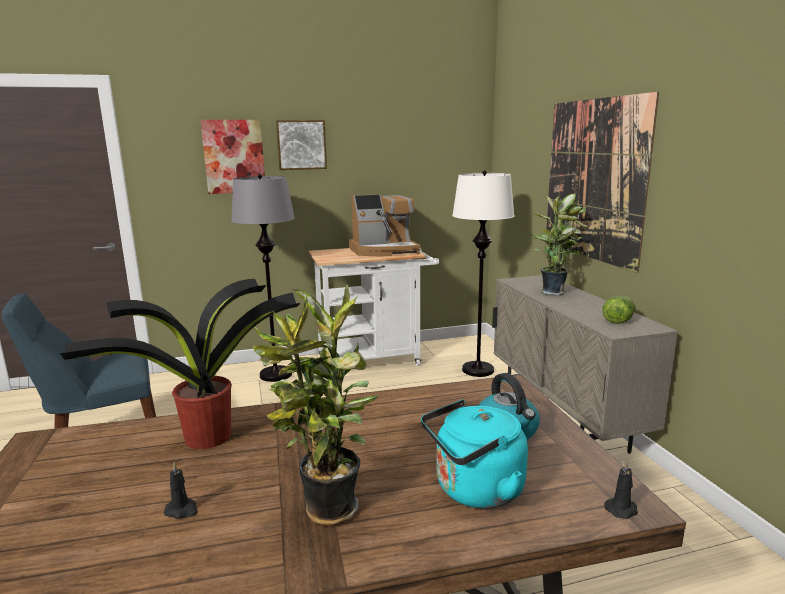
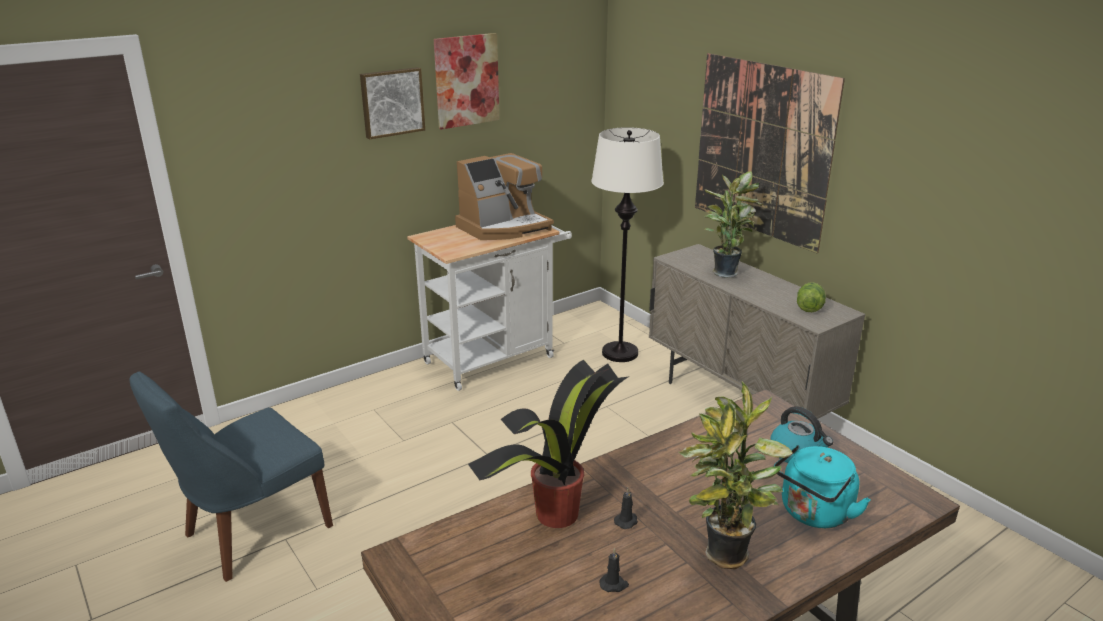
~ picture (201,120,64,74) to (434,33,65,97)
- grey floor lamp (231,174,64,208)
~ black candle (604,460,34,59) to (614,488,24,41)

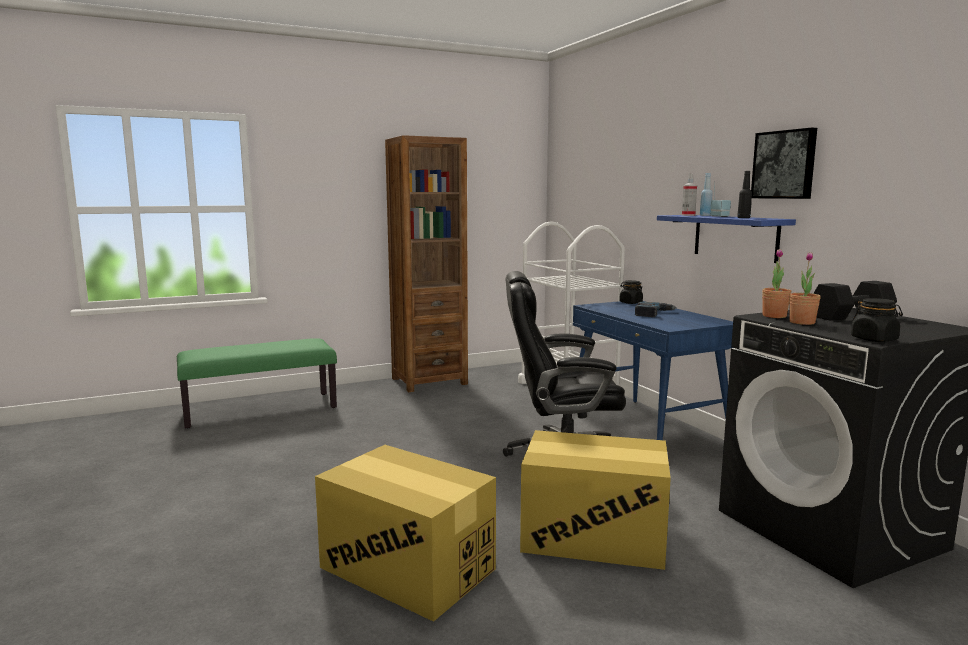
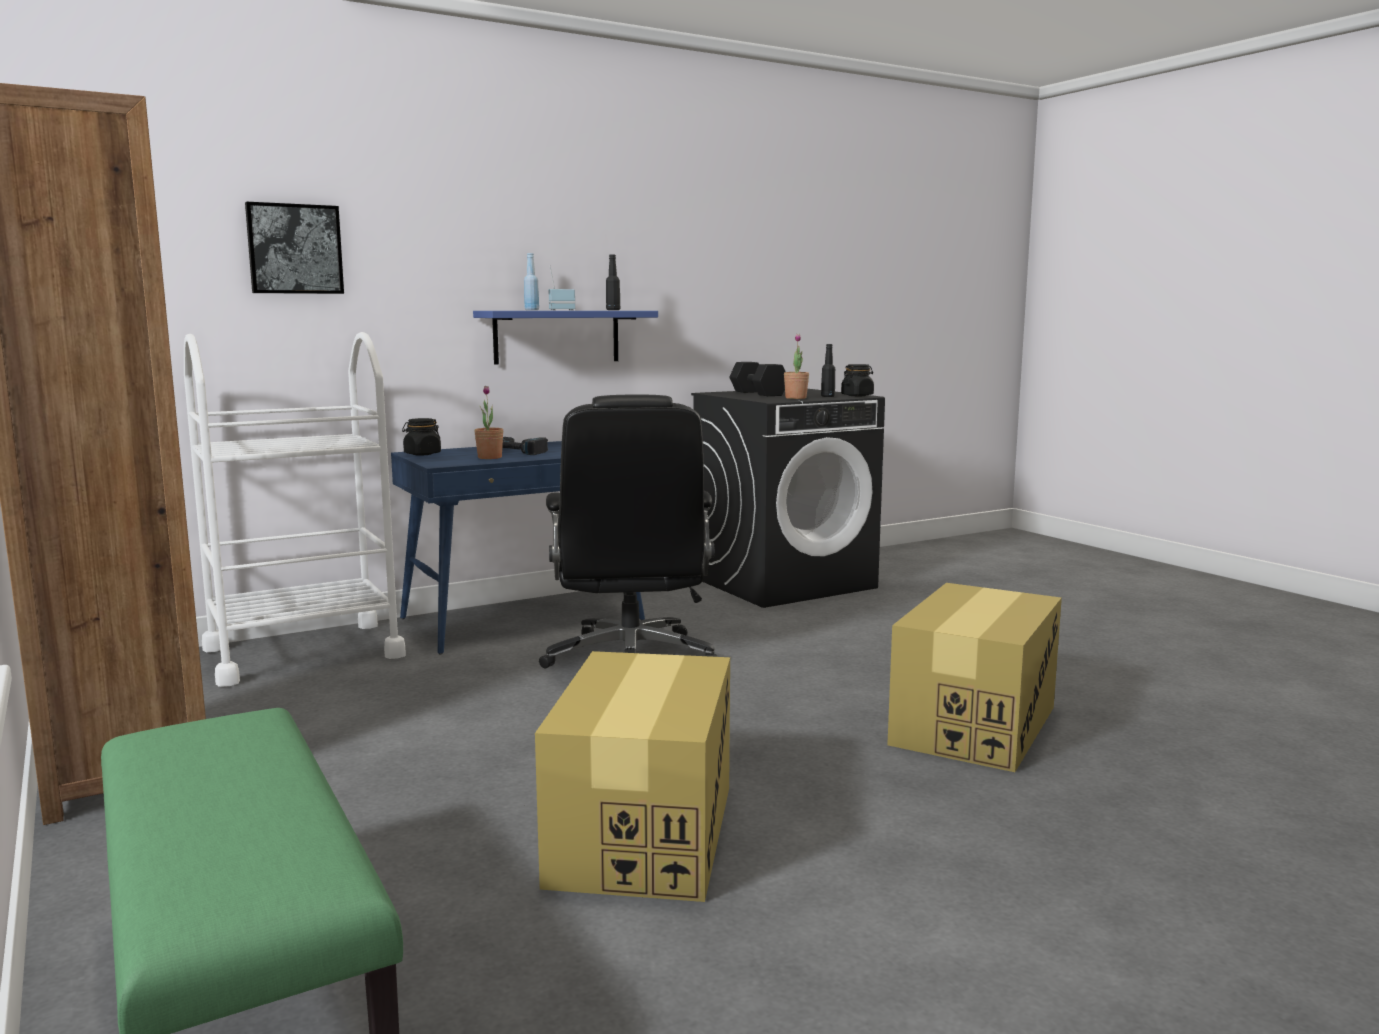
~ cardboard box (520,430,151,140) to (535,651,195,251)
- spray bottle (682,173,15,43)
~ picture (751,127,66,72) to (245,202,99,92)
~ potted plant (762,249,30,69) to (474,386,29,73)
+ black bottle (821,344,14,53)

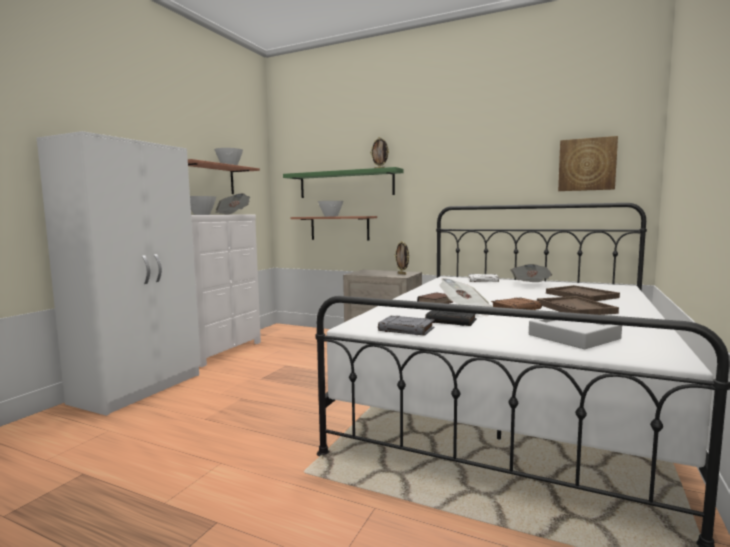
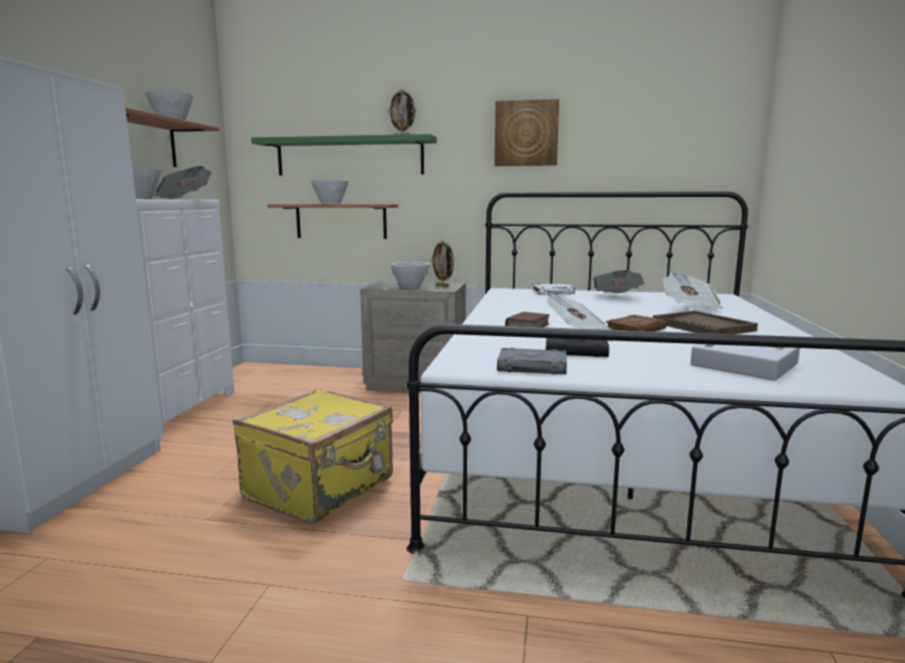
~ brown tray (546,285,74,16) to newspaper (662,272,61,41)
~ picture (558,136,60,55) to (494,99,65,67)
+ yellow suitcase (233,388,160,136)
+ white bowl (390,262,40,27)

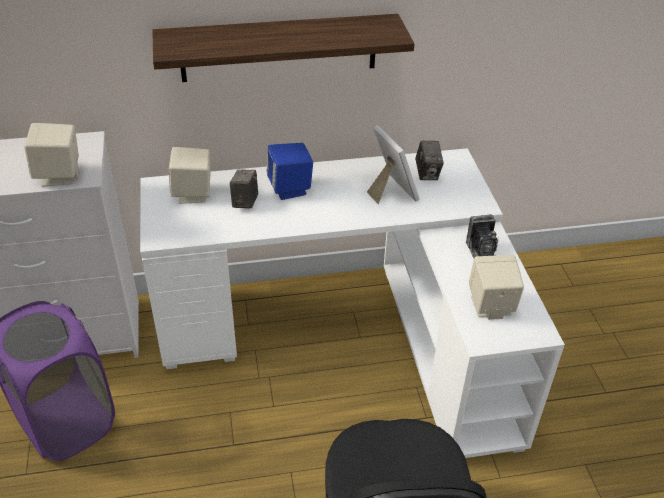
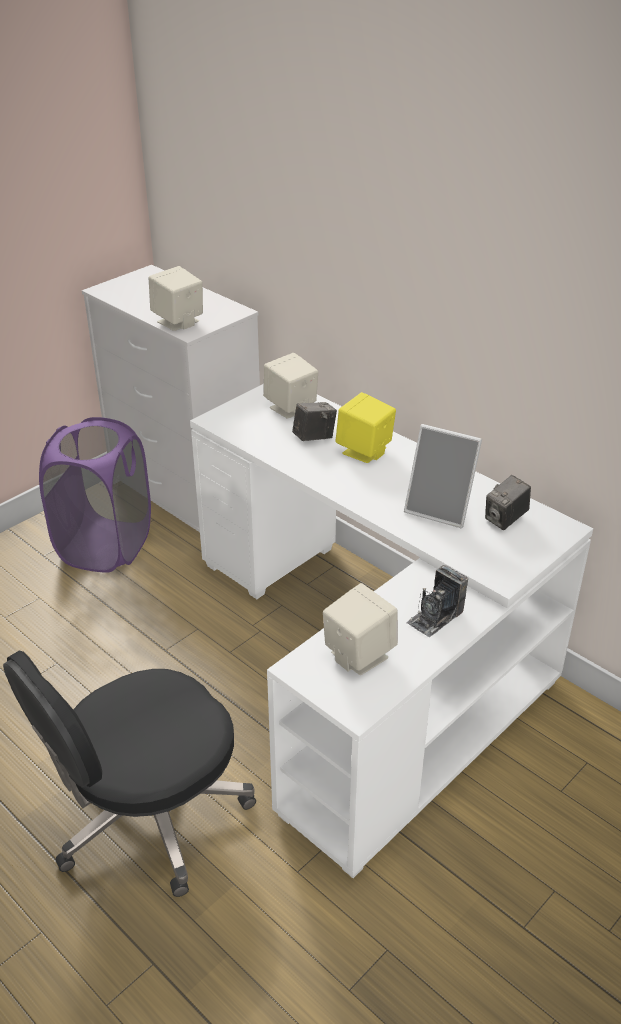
- shelf (152,14,262,68)
~ blue speaker (266,143,47,57) to yellow speaker (336,392,60,71)
~ picture frame (367,125,52,79) = (404,424,78,104) 90 degrees clockwise

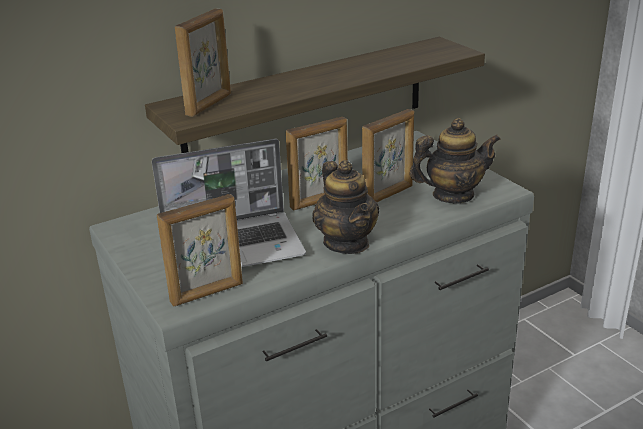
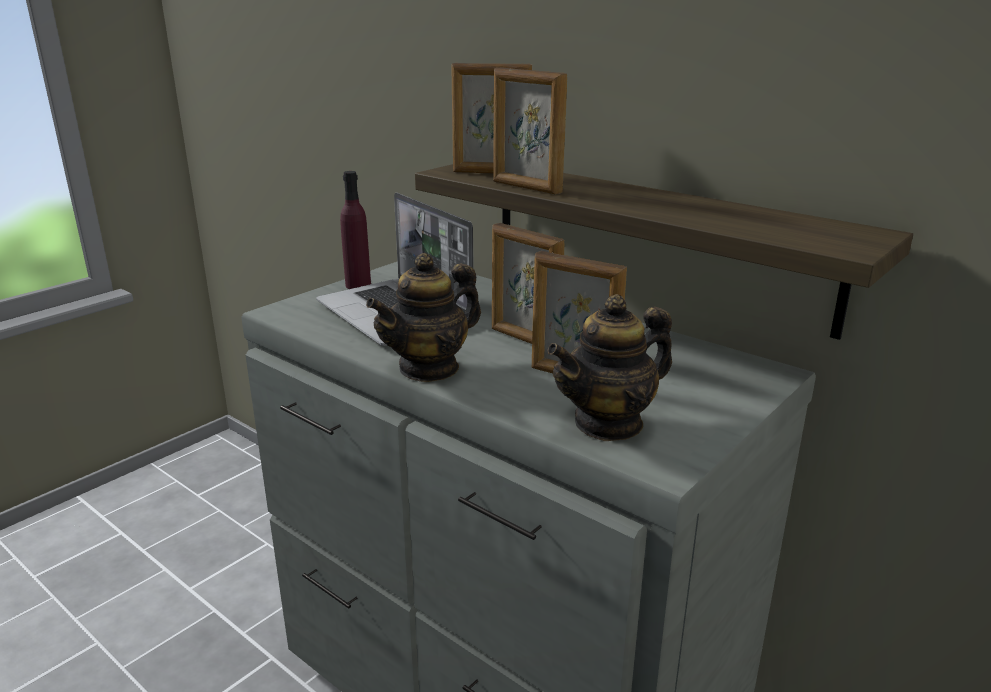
~ picture frame (157,194,86,113) to (493,67,74,127)
~ teapot (409,118,91,86) = (547,294,125,147) 90 degrees clockwise
+ purple bottle (340,171,31,118)

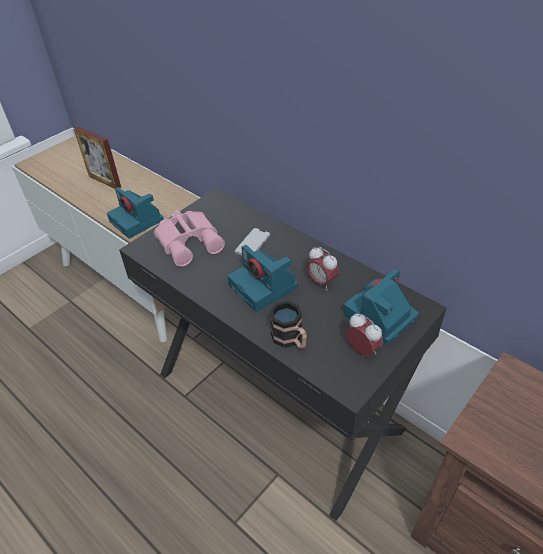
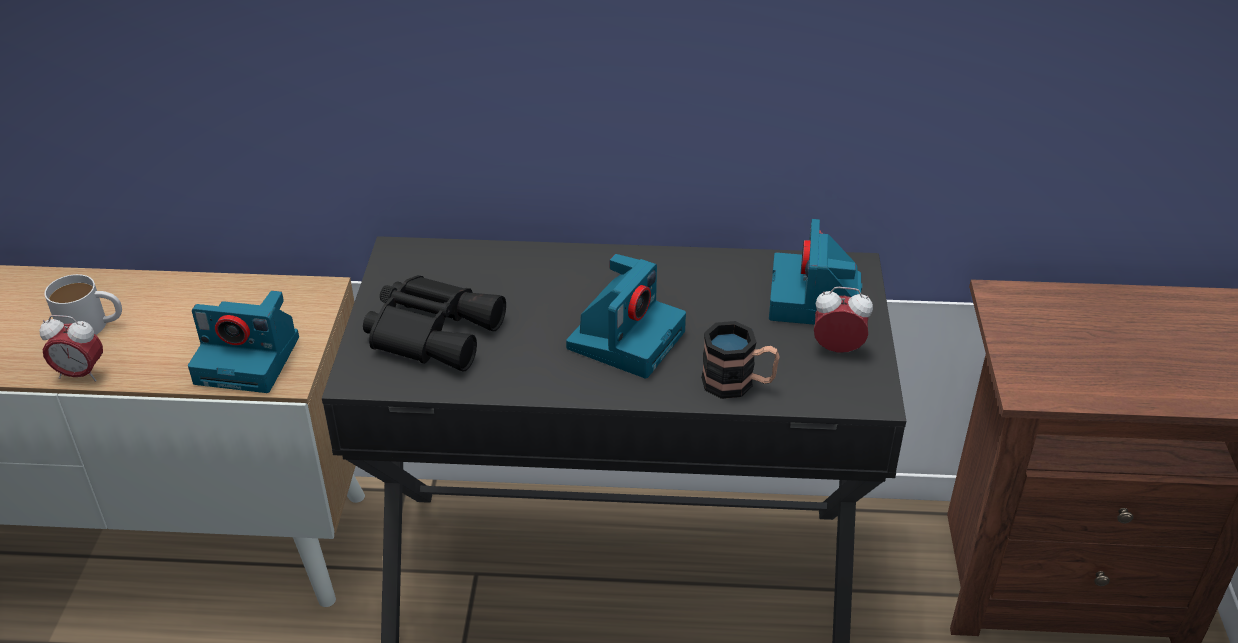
~ picture frame (74,126,47,63) to white mug (44,274,78,61)
~ pink binoculars (154,210,71,57) to black binoculars (363,275,143,96)
~ photo camera (228,245,70,67) = (566,254,120,124) 75 degrees counterclockwise
- phone (234,228,36,27)
~ alarm clock (306,247,33,44) to (39,315,64,66)

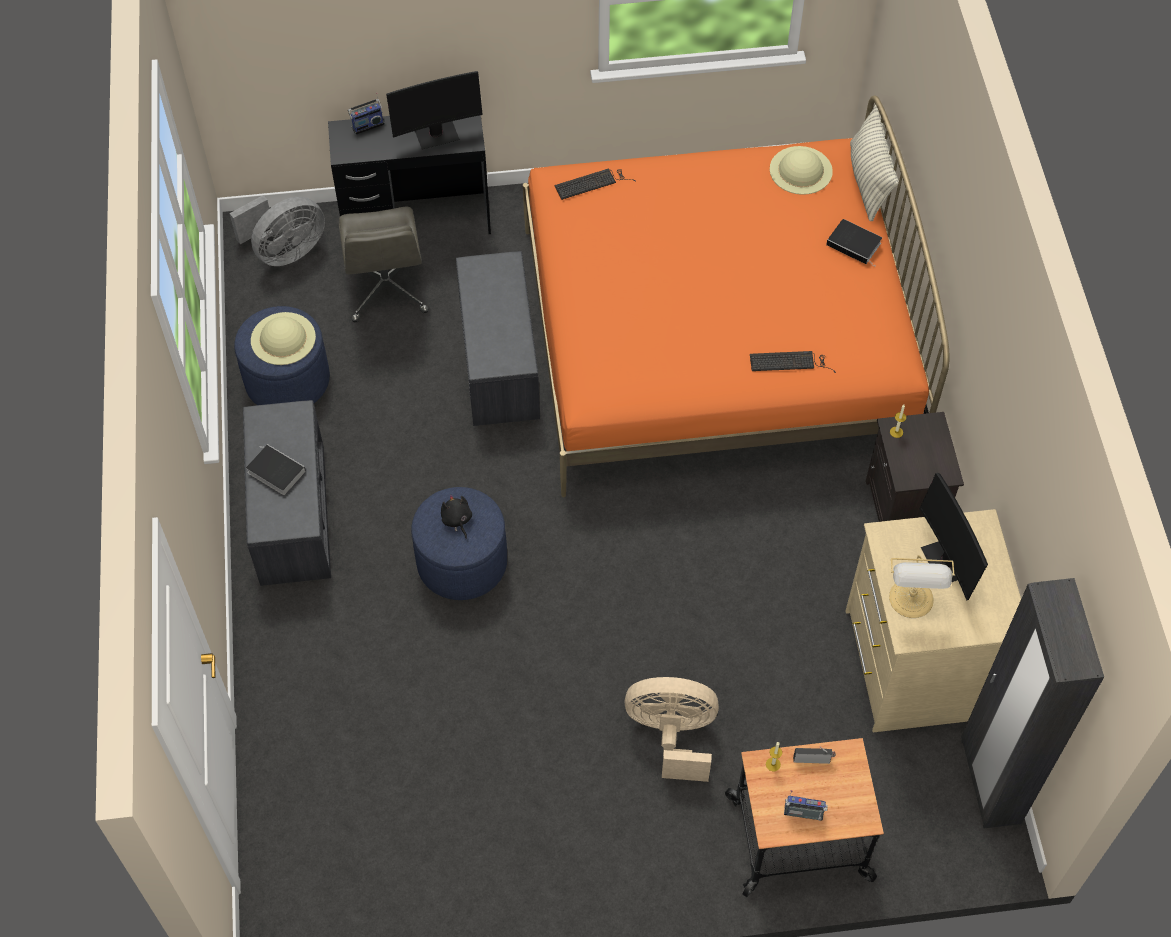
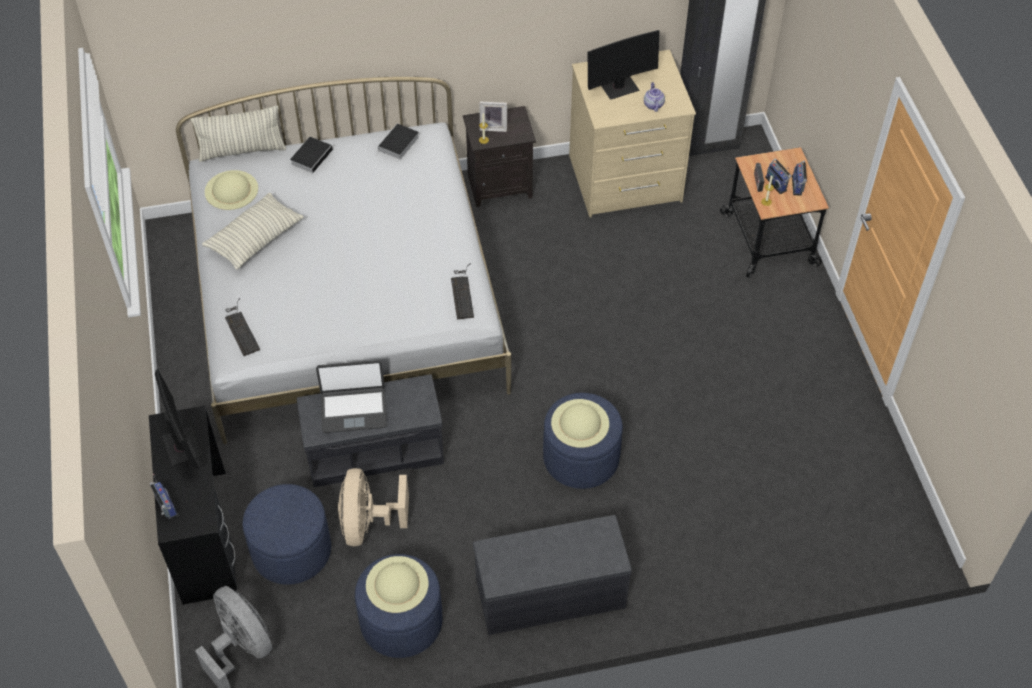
~ book (246,444,60,51) to (376,123,43,37)
~ grey office chair (339,207,90,115) to blue ottoman (243,484,88,101)
~ black plush toy (441,495,31,44) to beige hat (551,399,58,49)
~ orange bed (523,95,426,402) to white bed (176,77,335,368)
~ beige fan (625,677,94,105) to (338,468,71,78)
~ keyboard (750,351,86,22) to (451,263,23,56)
~ table lamp (889,555,66,63) to teapot (644,82,21,30)
+ pillow (202,193,101,77)
+ laptop (316,360,71,73)
+ picture frame (480,102,27,30)
+ radio (765,158,27,36)

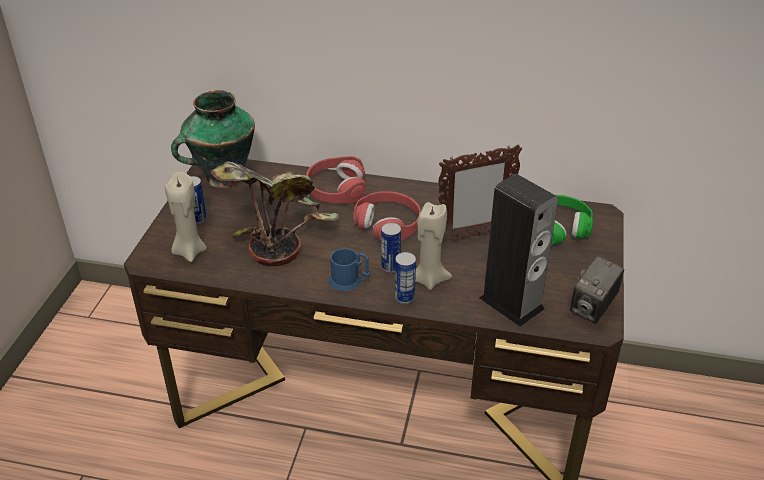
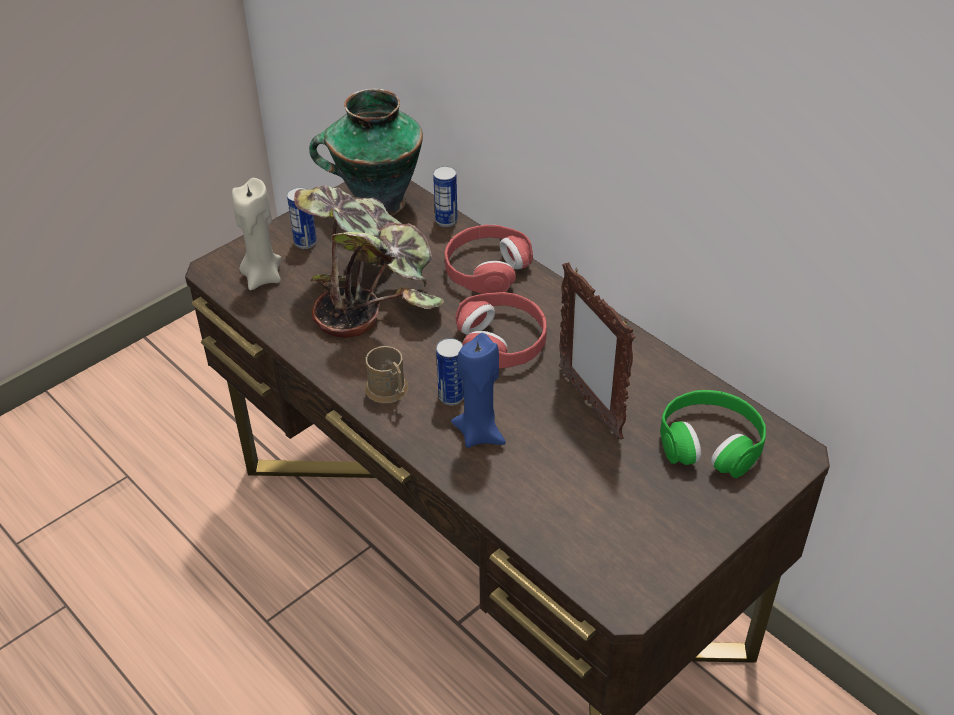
~ blue mug (329,248,41,43) to brown mug (365,346,44,57)
~ can (395,252,21,52) to (433,166,25,61)
~ beige candle (415,202,37,88) to blue candle (451,333,55,115)
~ picture frame (438,144,84,100) = (559,262,77,177) 45 degrees clockwise
- speaker (480,174,78,153)
- photo camera (570,255,54,69)

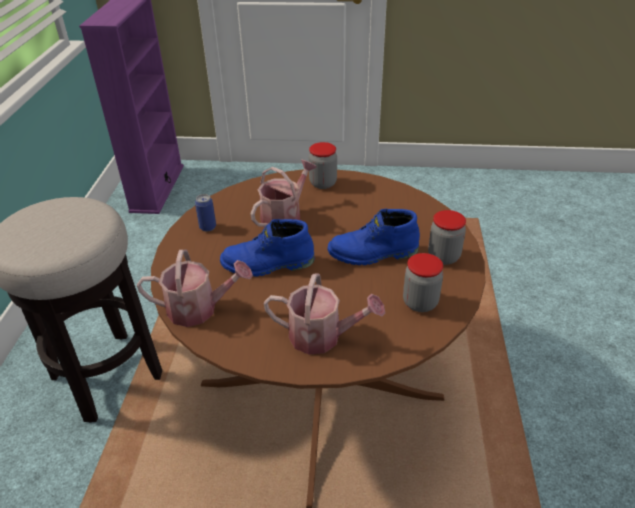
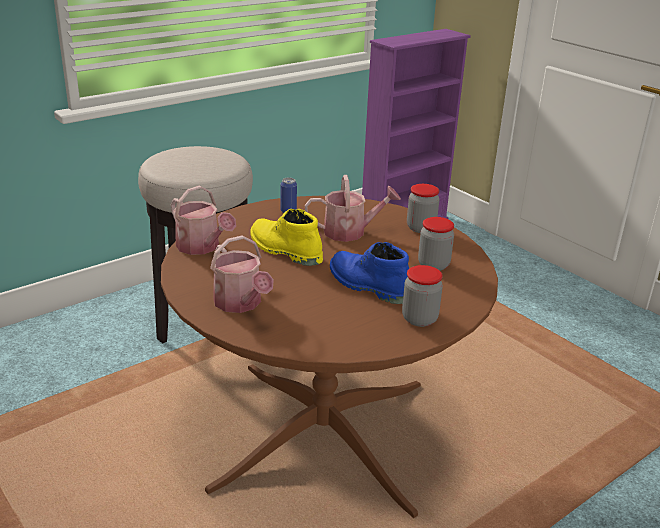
~ blue boot (220,219,94,58) to yellow boot (250,209,73,57)
~ jar (403,253,40,59) to (418,217,36,54)

